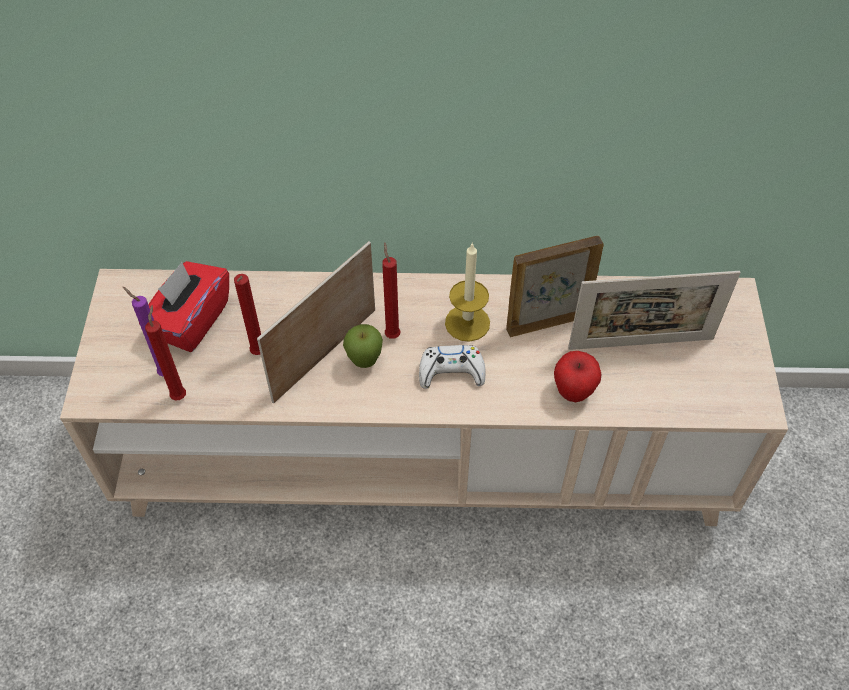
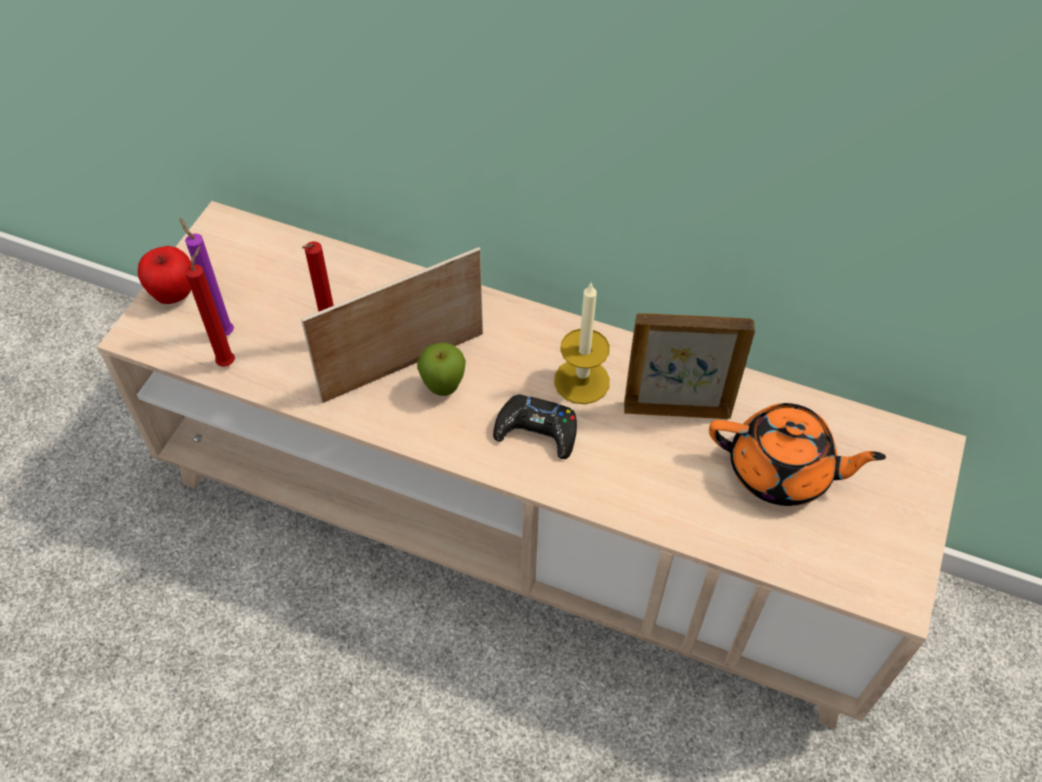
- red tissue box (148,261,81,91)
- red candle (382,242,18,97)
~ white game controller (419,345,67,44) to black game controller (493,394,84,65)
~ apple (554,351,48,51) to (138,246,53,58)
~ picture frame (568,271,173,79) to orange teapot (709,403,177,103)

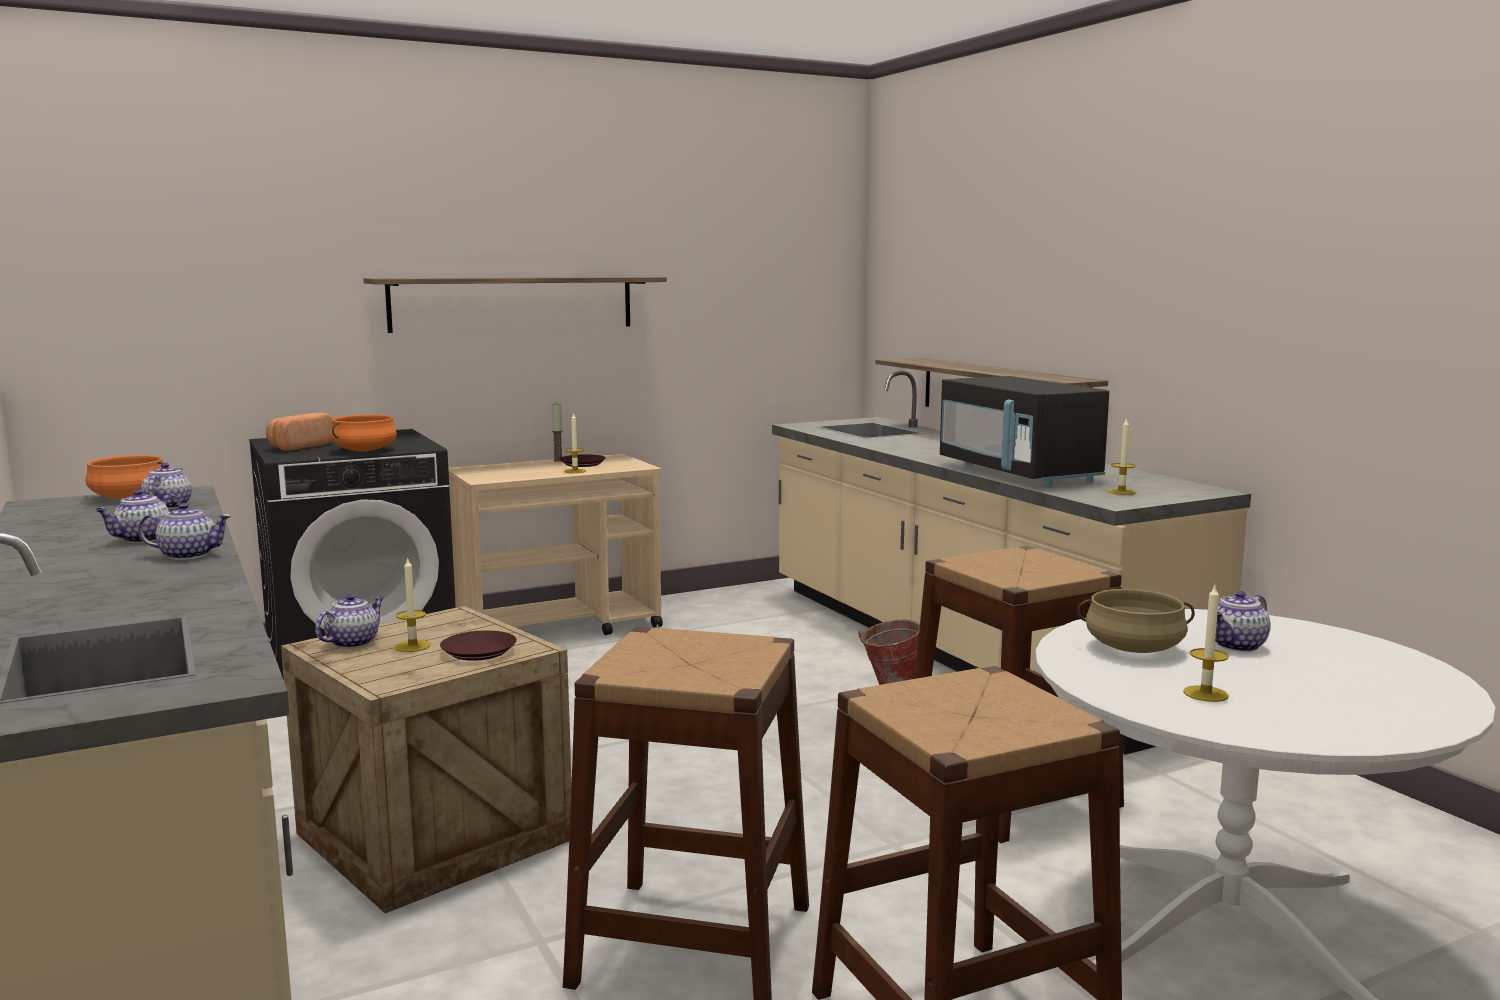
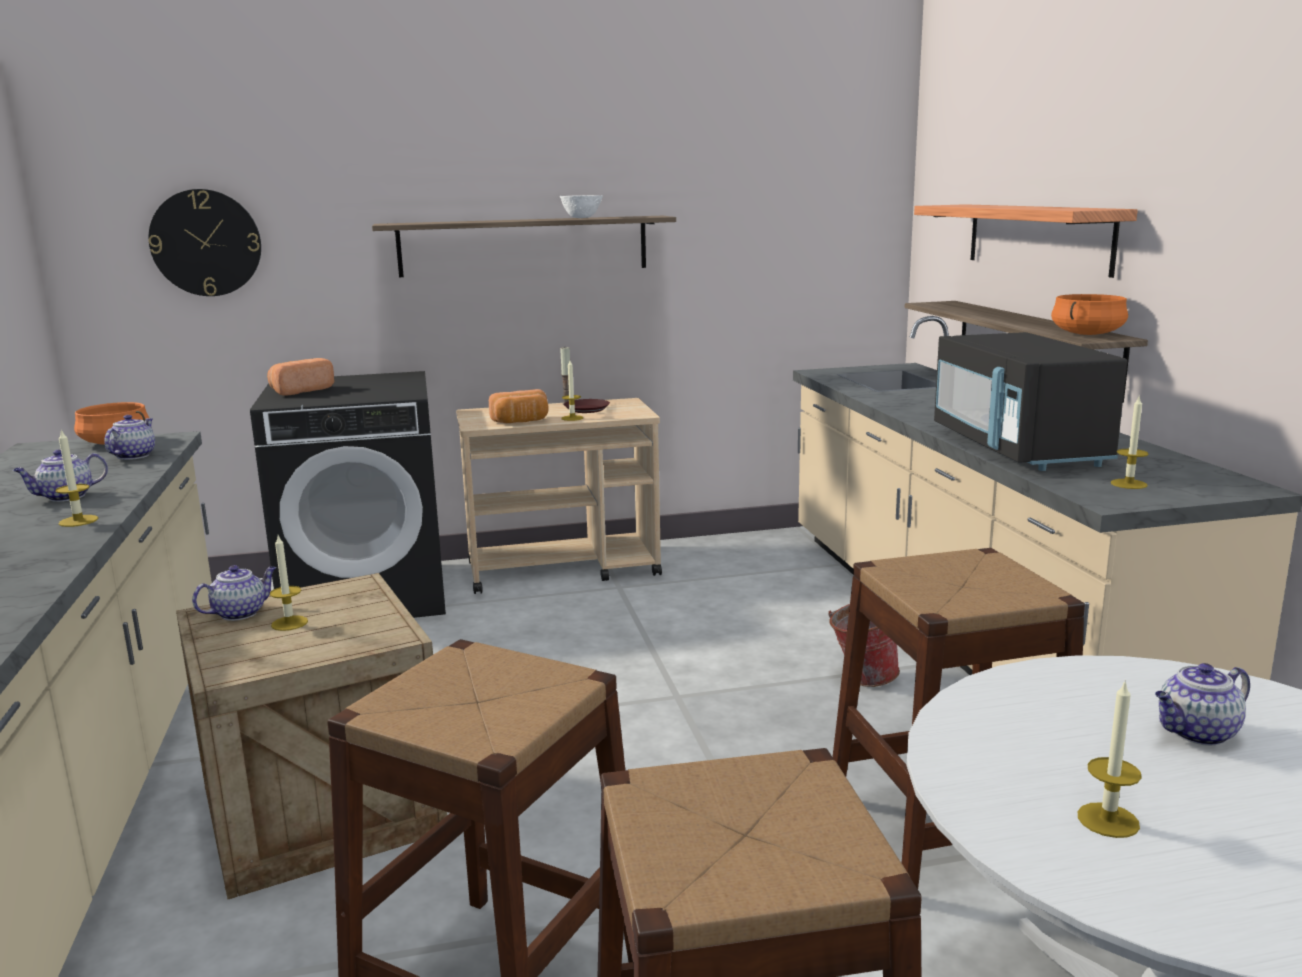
~ teapot (138,503,94,57) to candle (55,429,43,98)
~ orange cooking pot (331,414,66,37) to (1051,294,77,41)
- brown plate (440,630,77,31)
- beige cooking pot (1077,589,118,64)
+ wall clock (148,189,113,107)
+ bread (489,389,60,34)
+ white bowl (560,195,43,23)
+ shelf (914,204,224,74)

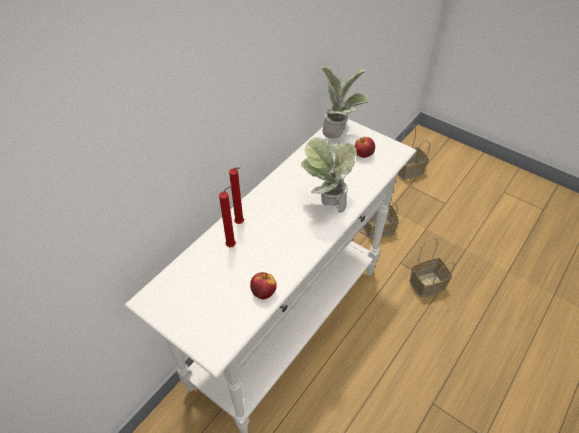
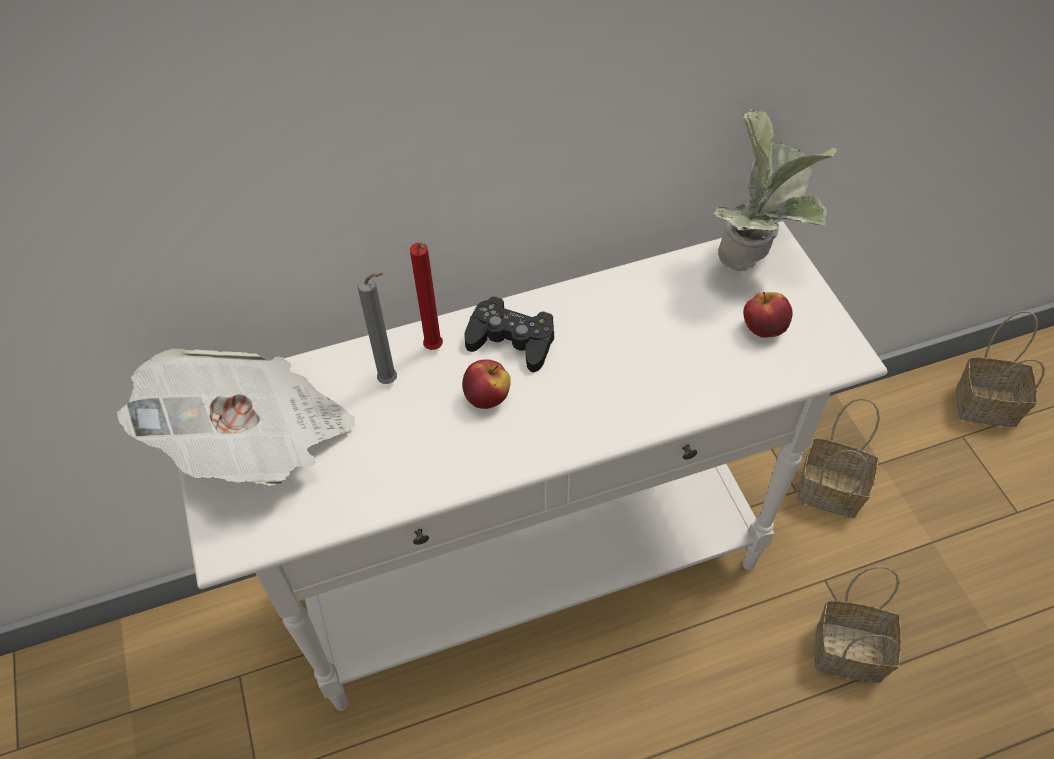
~ red candle (219,185,17,62) to grey candle (357,273,40,111)
~ apple (250,272,27,27) to (462,360,49,49)
- potted plant (301,137,56,76)
+ newspaper (116,349,239,137)
+ black game controller (464,296,90,76)

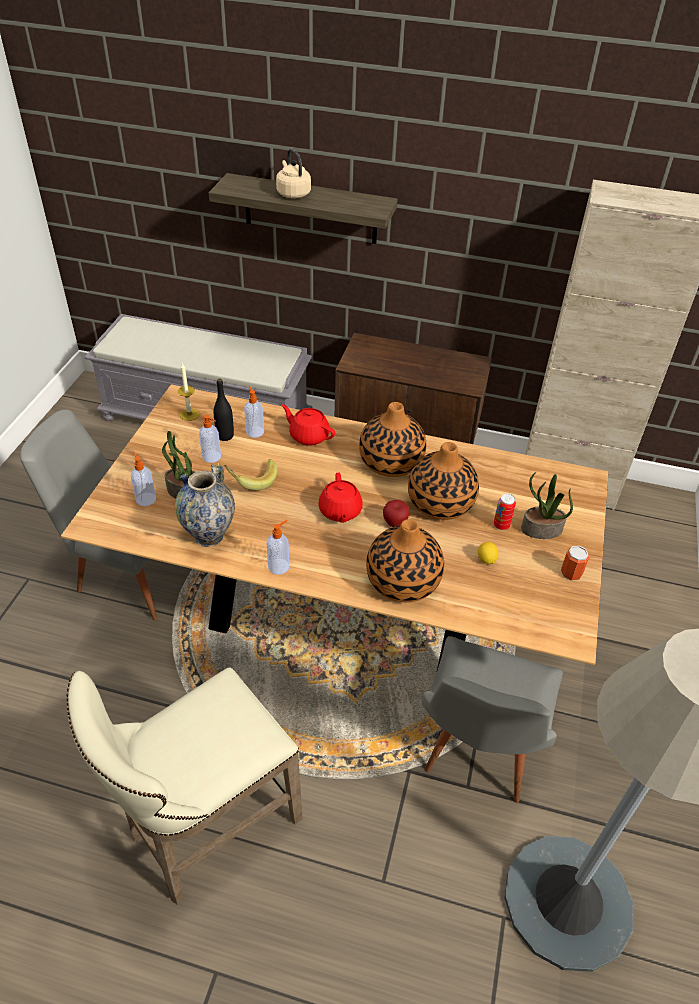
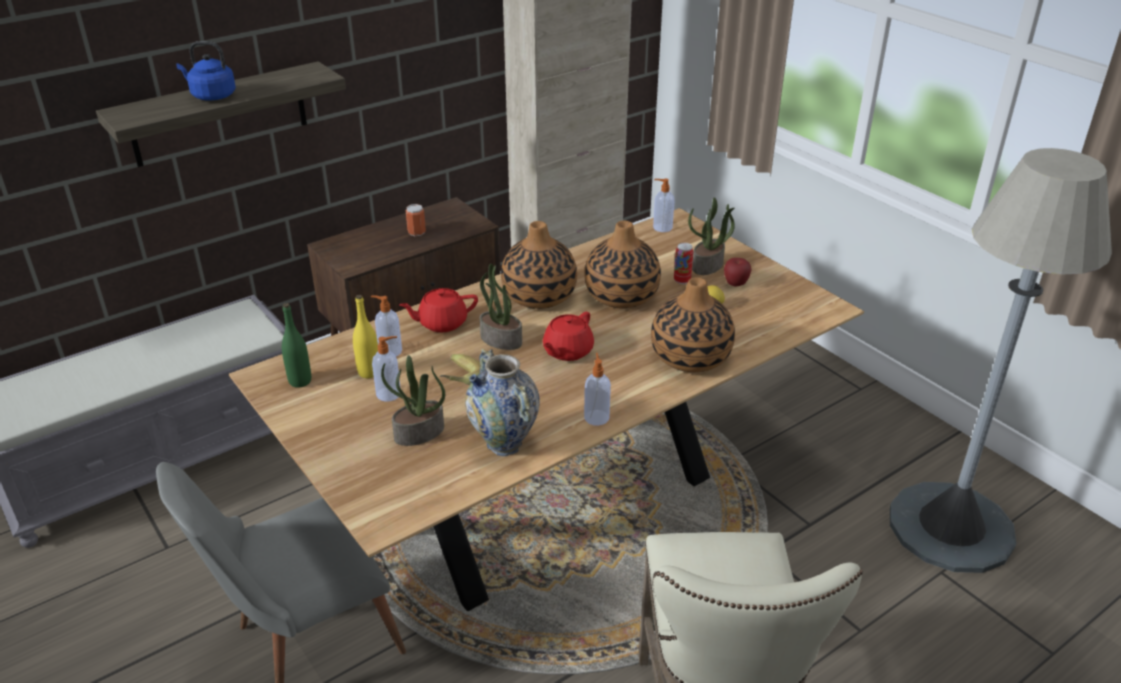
~ soap dispenser (131,451,25,55) to (653,179,22,53)
~ candle (178,363,21,58) to green bottle (282,303,29,85)
~ black bottle (214,379,20,62) to yellow bottle (353,295,25,83)
~ beige kettle (276,149,35,49) to blue kettle (176,41,60,59)
~ red teapot (318,473,45,50) = (543,312,51,49) 90 degrees clockwise
~ apple (383,500,27,27) to (724,258,28,28)
- grey chair (422,636,141,167)
~ can (561,545,28,36) to (406,204,20,32)
+ potted plant (480,264,42,86)

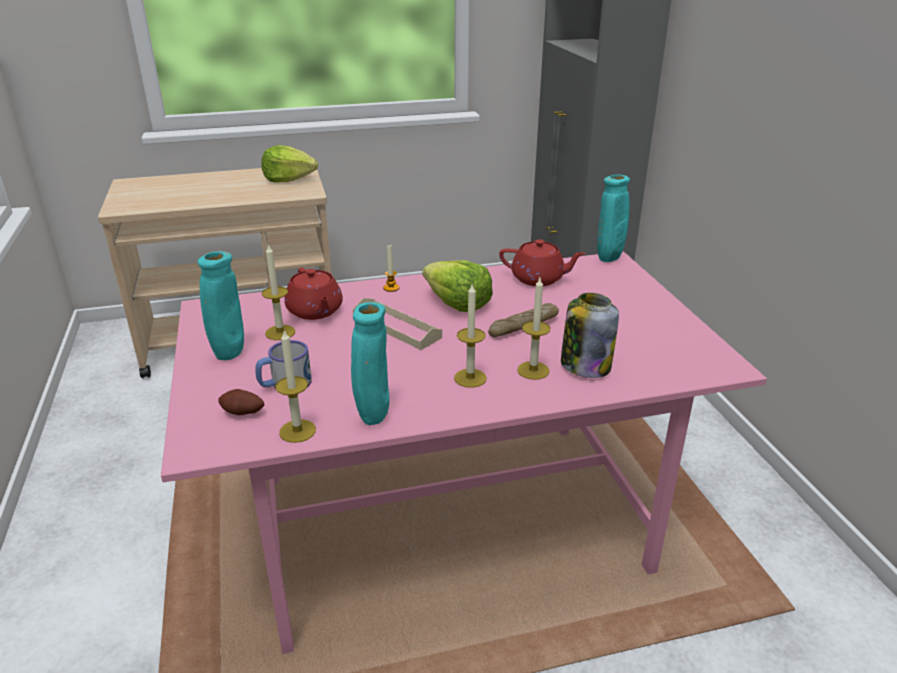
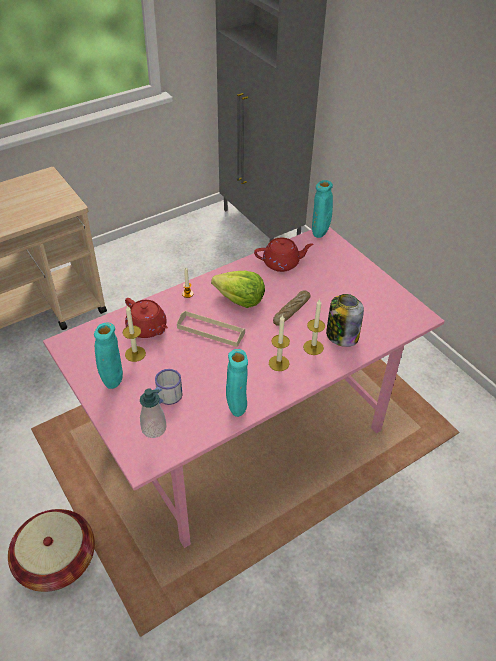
~ potato (218,389,46,26) to soap dispenser (140,388,26,50)
- lettuce (261,145,57,38)
- candle (275,329,41,114)
+ basket (8,509,87,83)

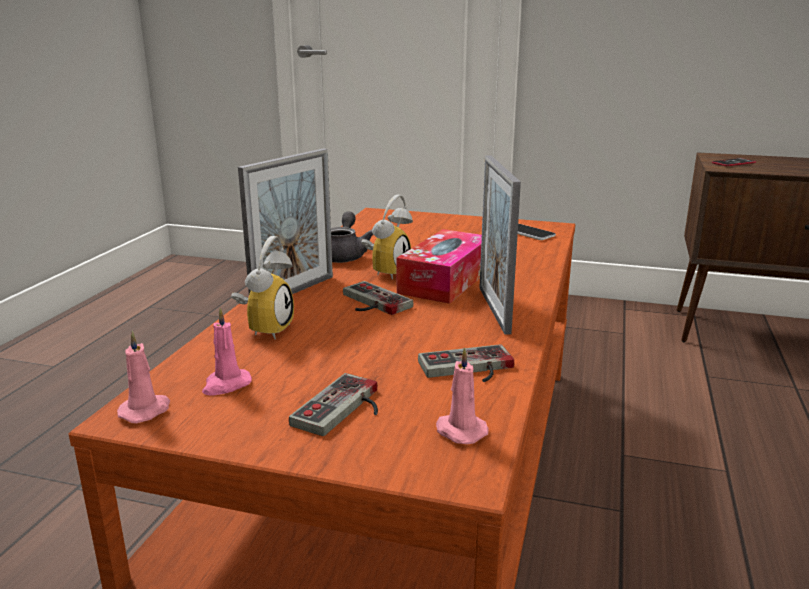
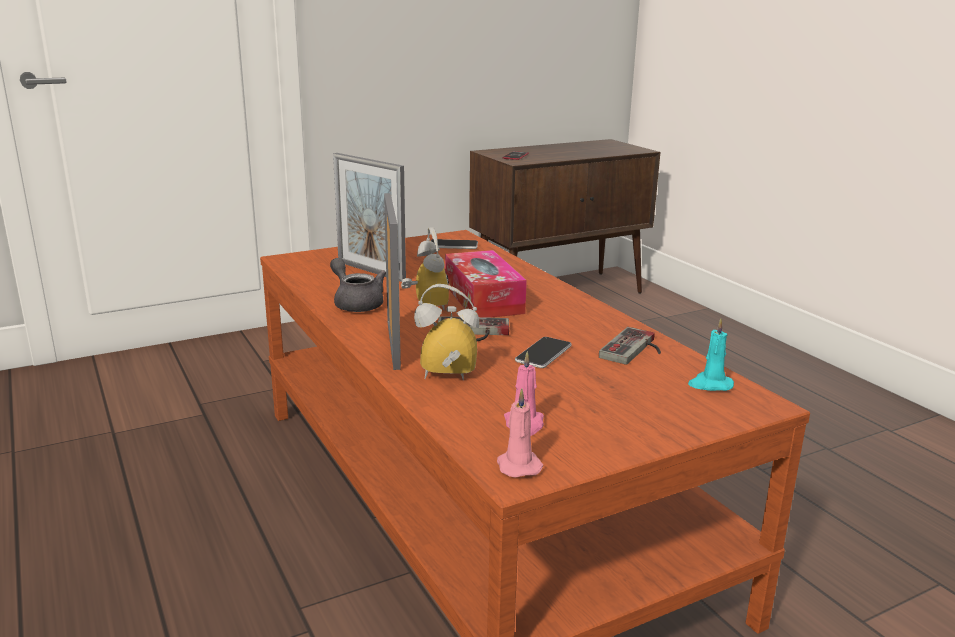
~ alarm clock (231,236,63,103) = (414,284,65,96) 60 degrees counterclockwise
- game controller (289,373,89,63)
~ pink candle (436,347,52,97) to turquoise candle (688,319,46,72)
~ picture frame (479,155,42,180) to (333,153,73,129)
+ phone (515,337,56,31)

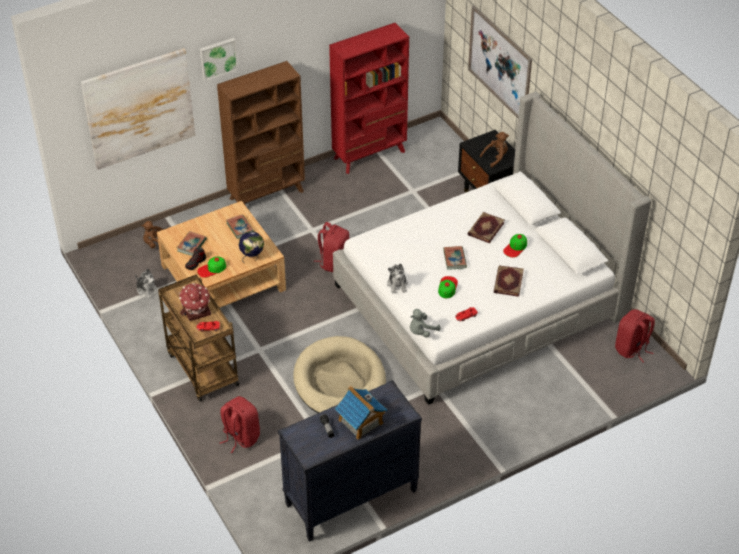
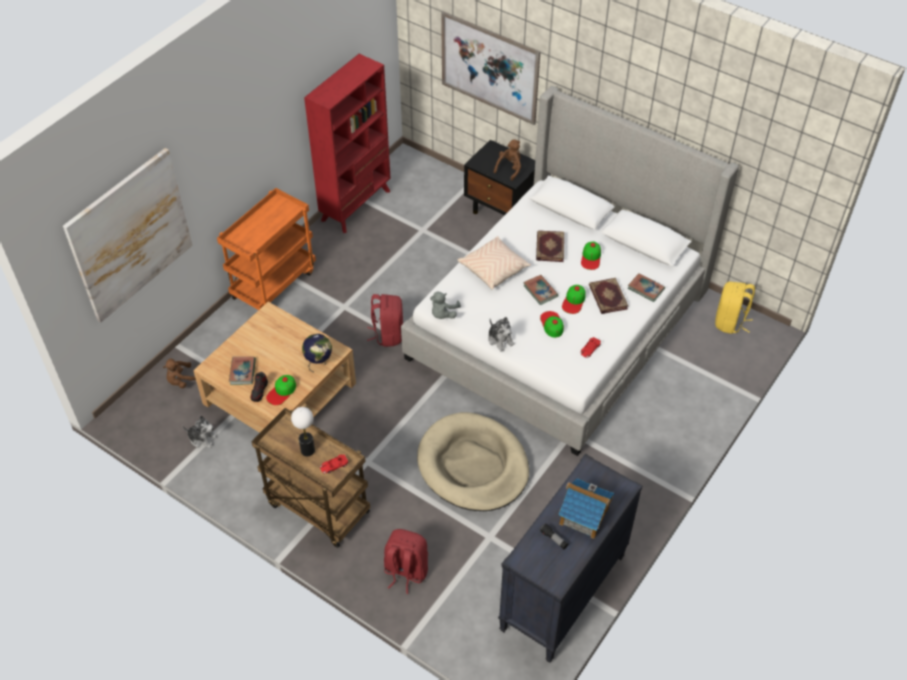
~ toy house (179,283,32,38) to table lamp (291,407,24,49)
- picture (200,38,38,43)
~ brown bookcase (217,61,88,144) to orange cart (217,188,99,122)
~ book (226,214,28,25) to (628,273,37,29)
~ grey plush toy (410,309,31,29) to (430,292,31,27)
~ red backpack (615,309,40,54) to yellow backpack (715,282,40,52)
+ beige pillow (458,236,73,54)
+ cap (562,285,24,29)

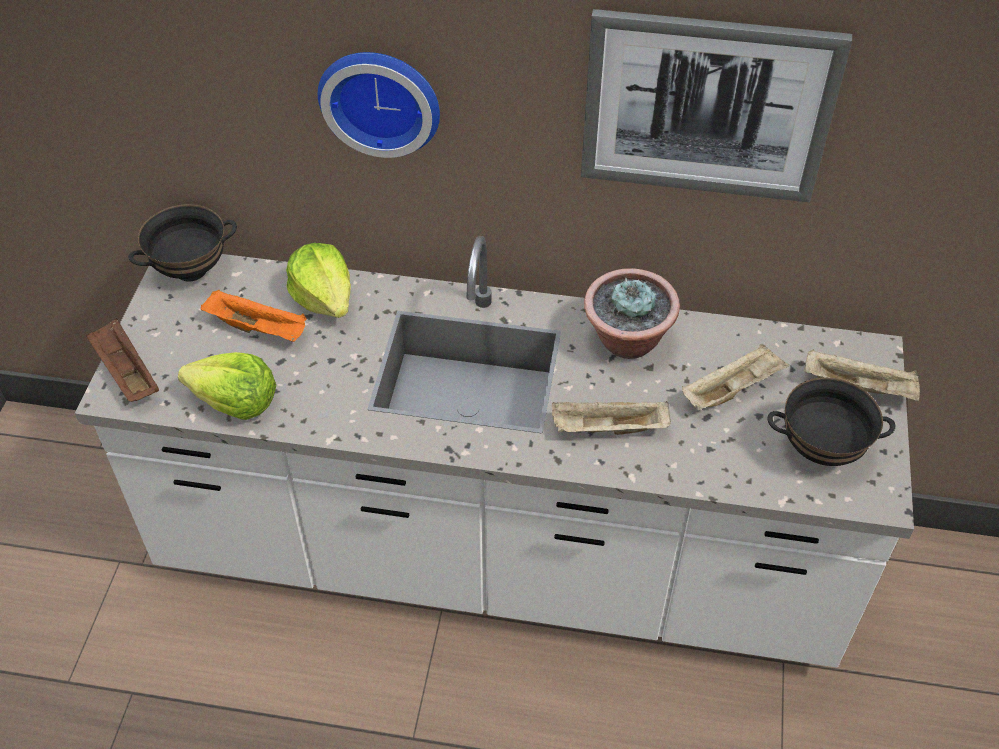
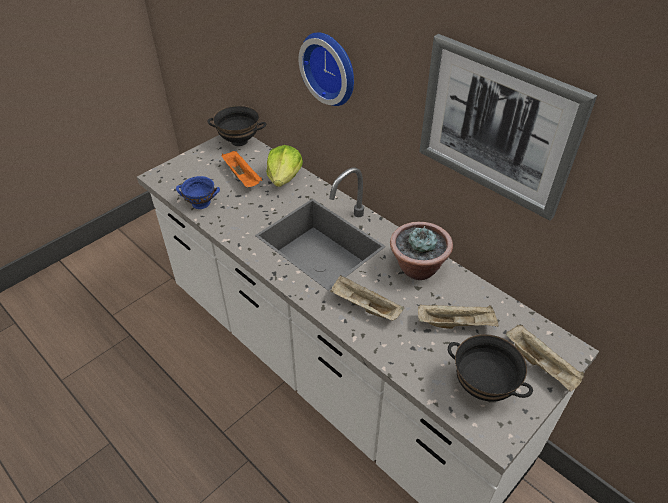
- brown tray (86,318,73,84)
~ lettuce (178,352,98,68) to blue bowl (176,176,44,33)

